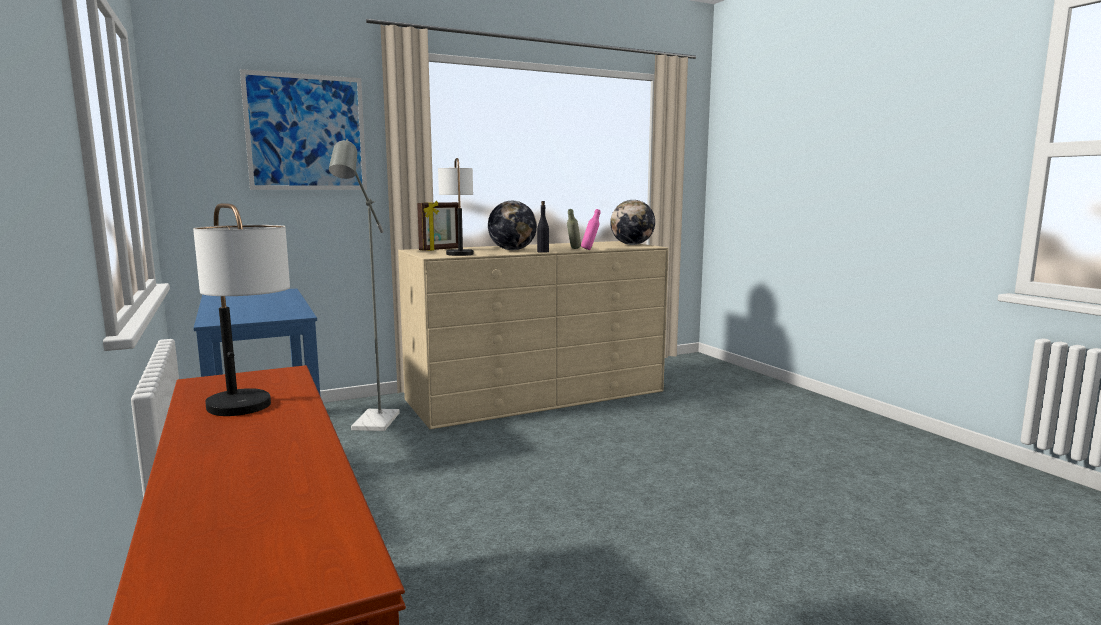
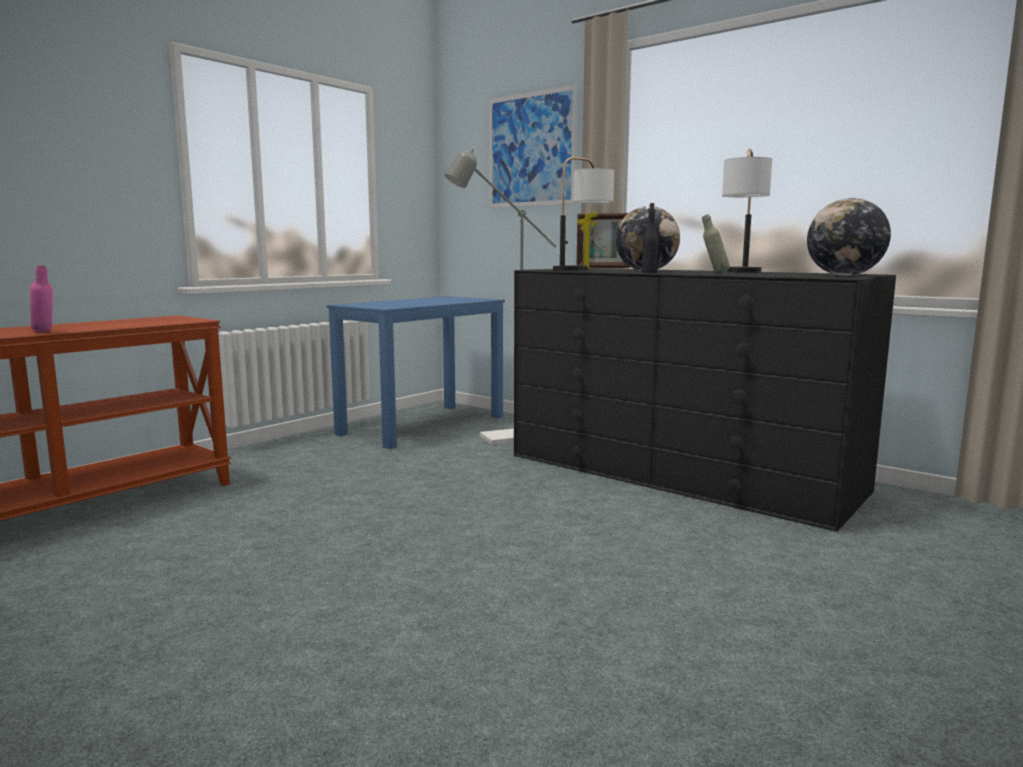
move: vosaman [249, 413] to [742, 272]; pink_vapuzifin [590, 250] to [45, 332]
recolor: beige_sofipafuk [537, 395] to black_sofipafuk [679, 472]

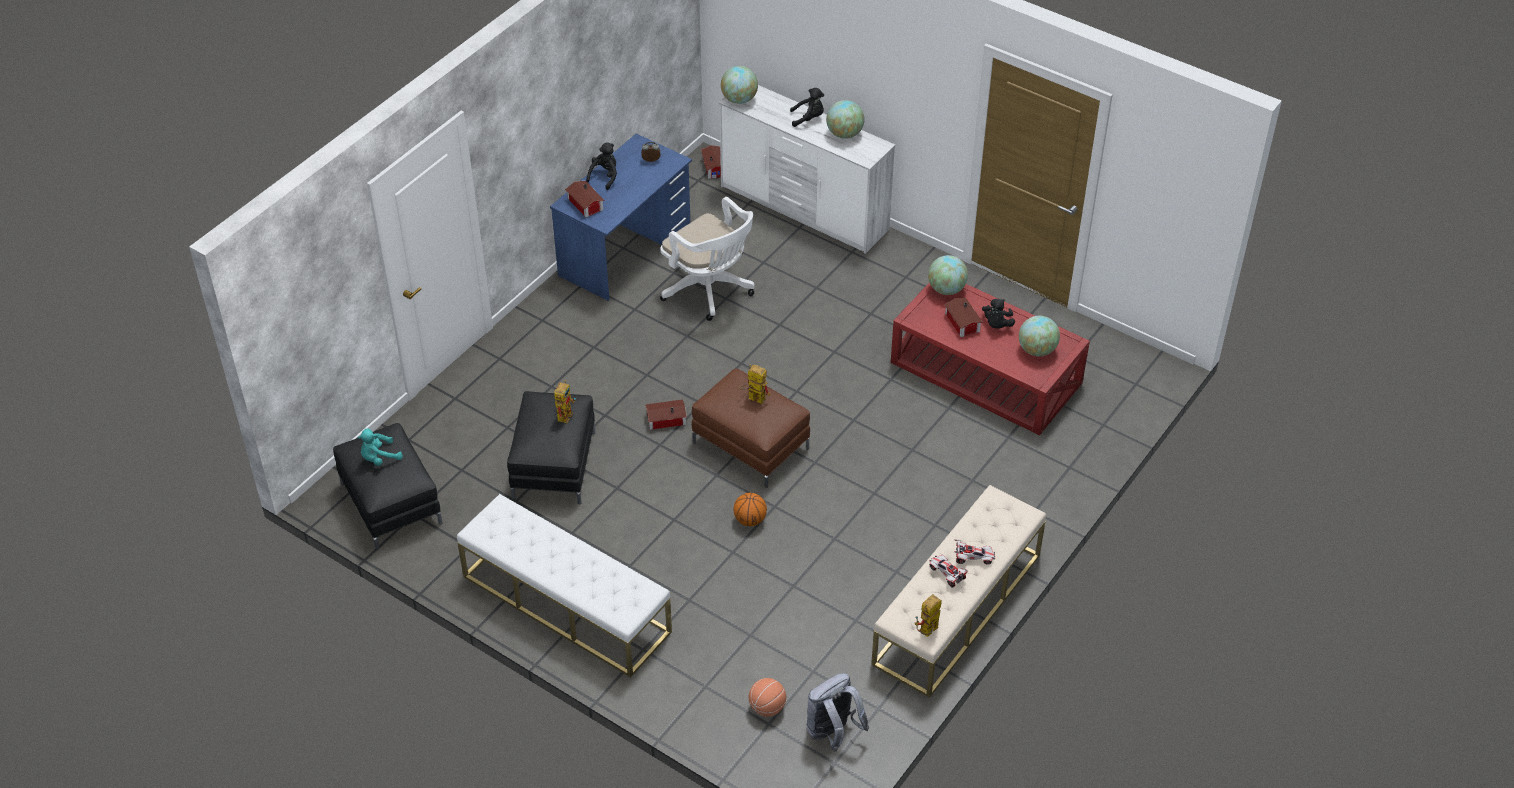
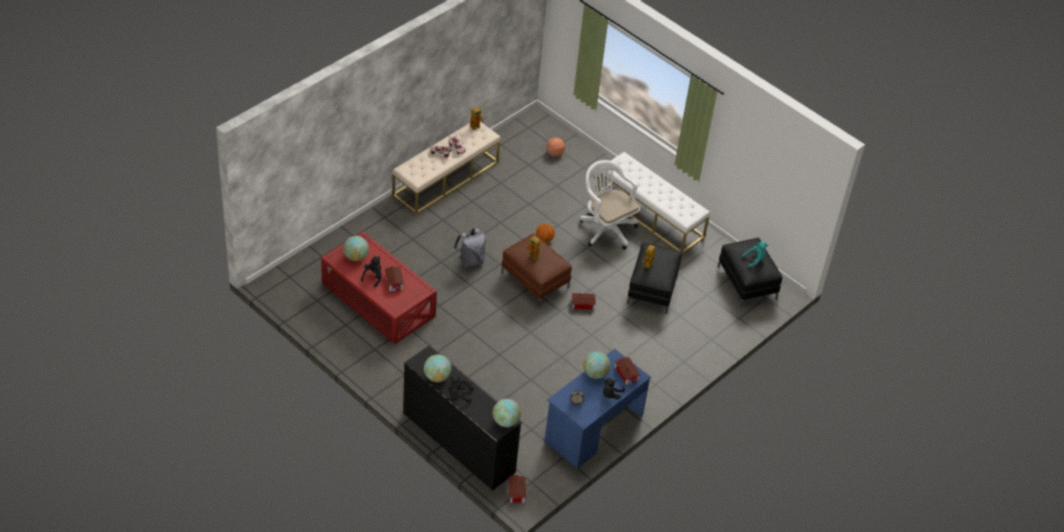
move: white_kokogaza [710, 290] to [606, 228]; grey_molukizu [832, 733] to [470, 261]; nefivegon [946, 289] to [595, 373]
recolor: white_sofipafuk [804, 209] to black_sofipafuk [458, 442]

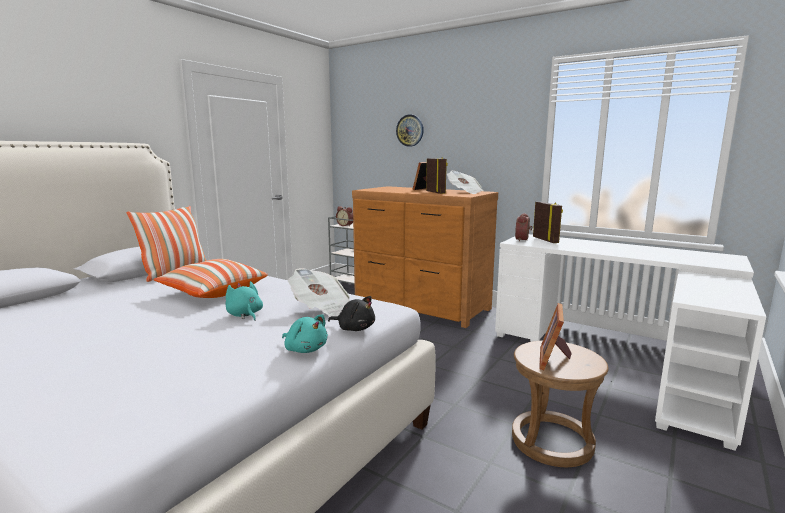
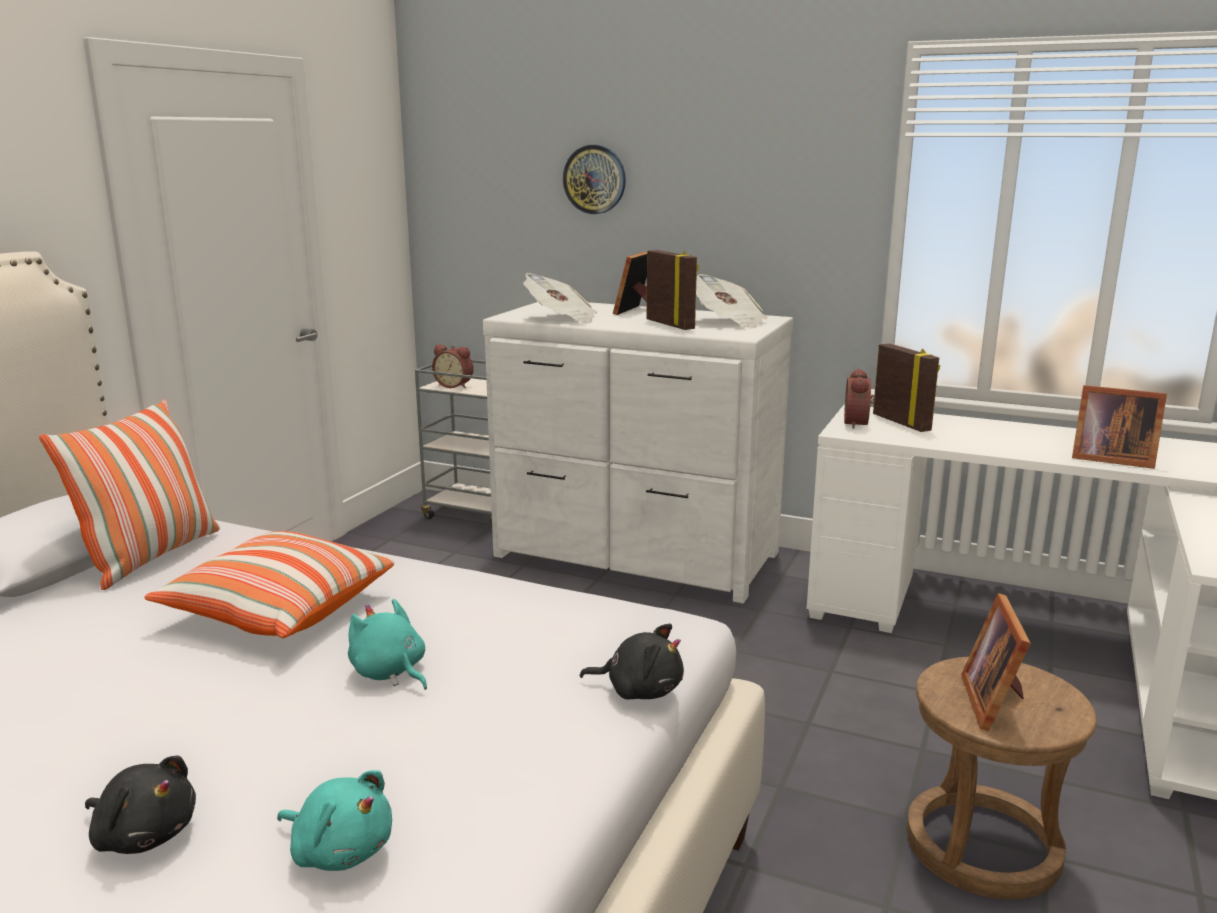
insert: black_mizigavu [144, 835]; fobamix [1109, 459]
move: turquoise_mizigavu [305, 349] to [340, 850]; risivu [321, 308] to [561, 319]
recolor: brown_sofipafuk [421, 306] to white_sofipafuk [635, 556]

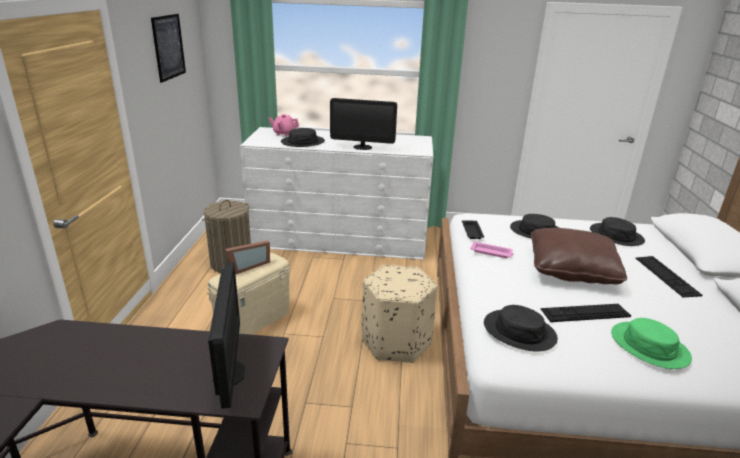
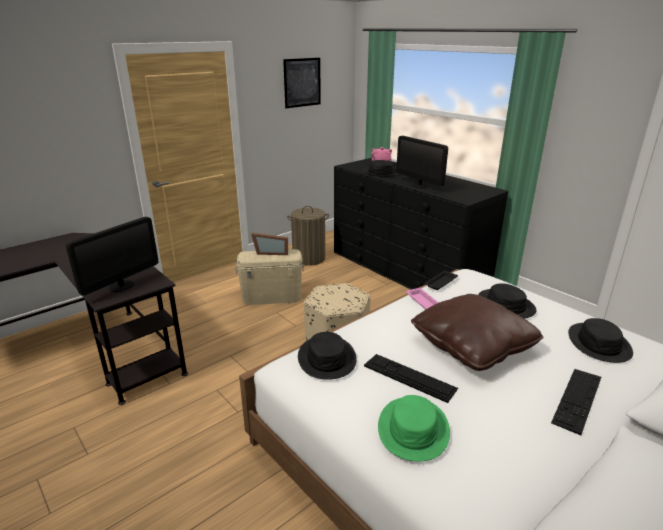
recolor: white_sofipafuk [340, 238] to black_sofipafuk [406, 269]

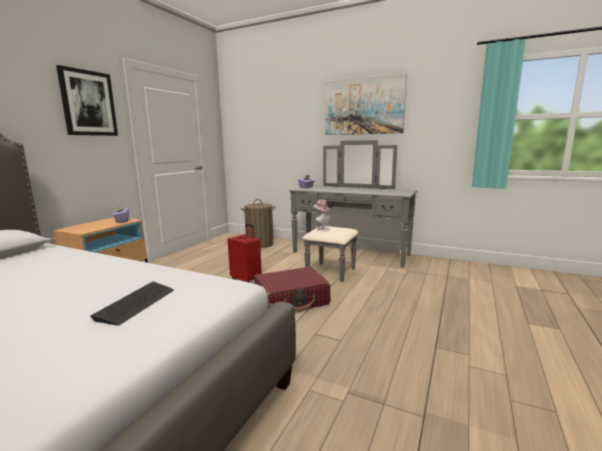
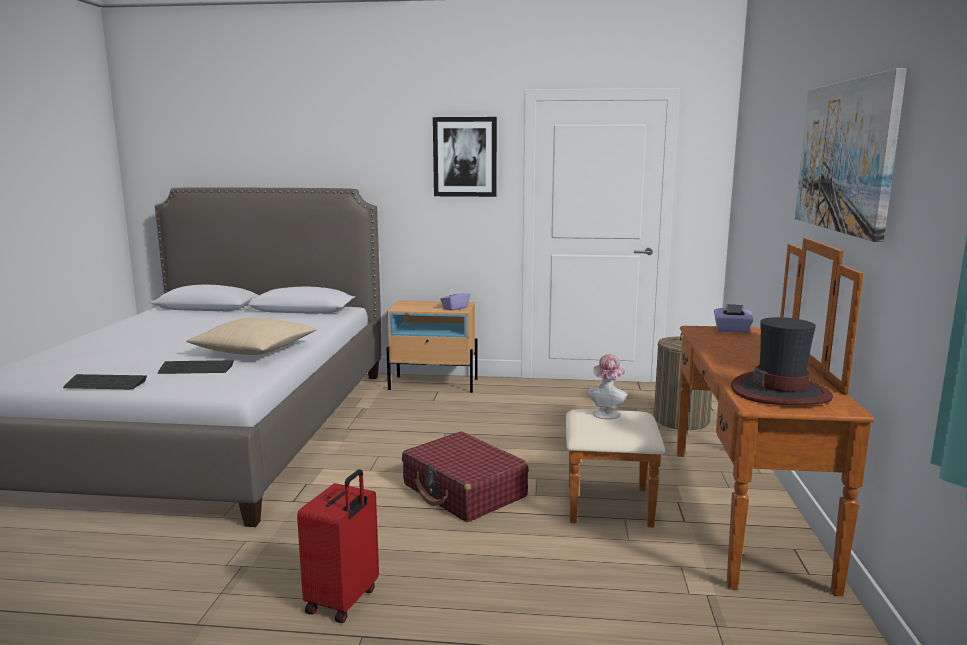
insert: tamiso [105, 384]; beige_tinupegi [255, 350]; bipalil [780, 392]
move: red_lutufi [247, 280] to [344, 601]
recolor: grey_sofipafuk [346, 257] to brown_sofipafuk [712, 511]

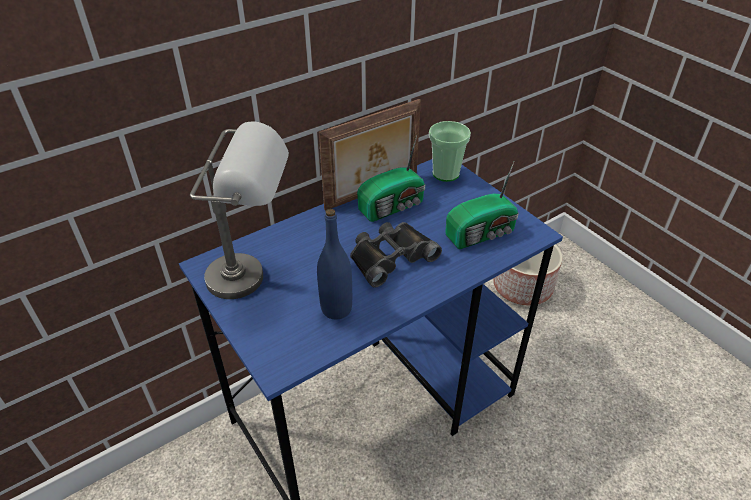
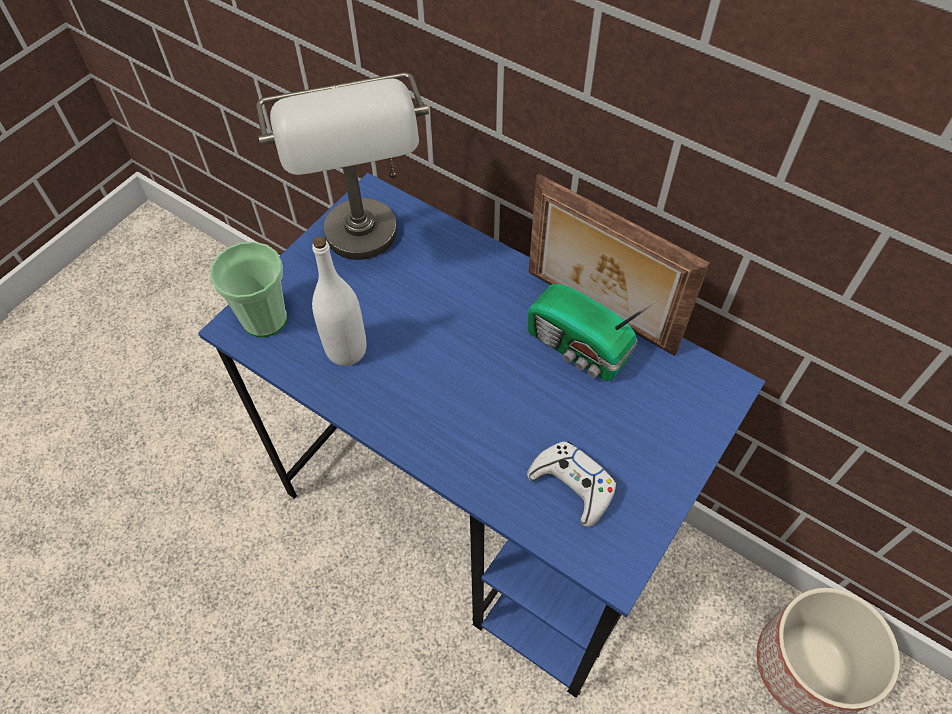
delete: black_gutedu [390, 256]
move: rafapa [445, 173] to [265, 319]
replace: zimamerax [482, 234] to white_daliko [572, 486]
recolor: blue_vapuzifin [336, 309] to white_vapuzifin [346, 350]

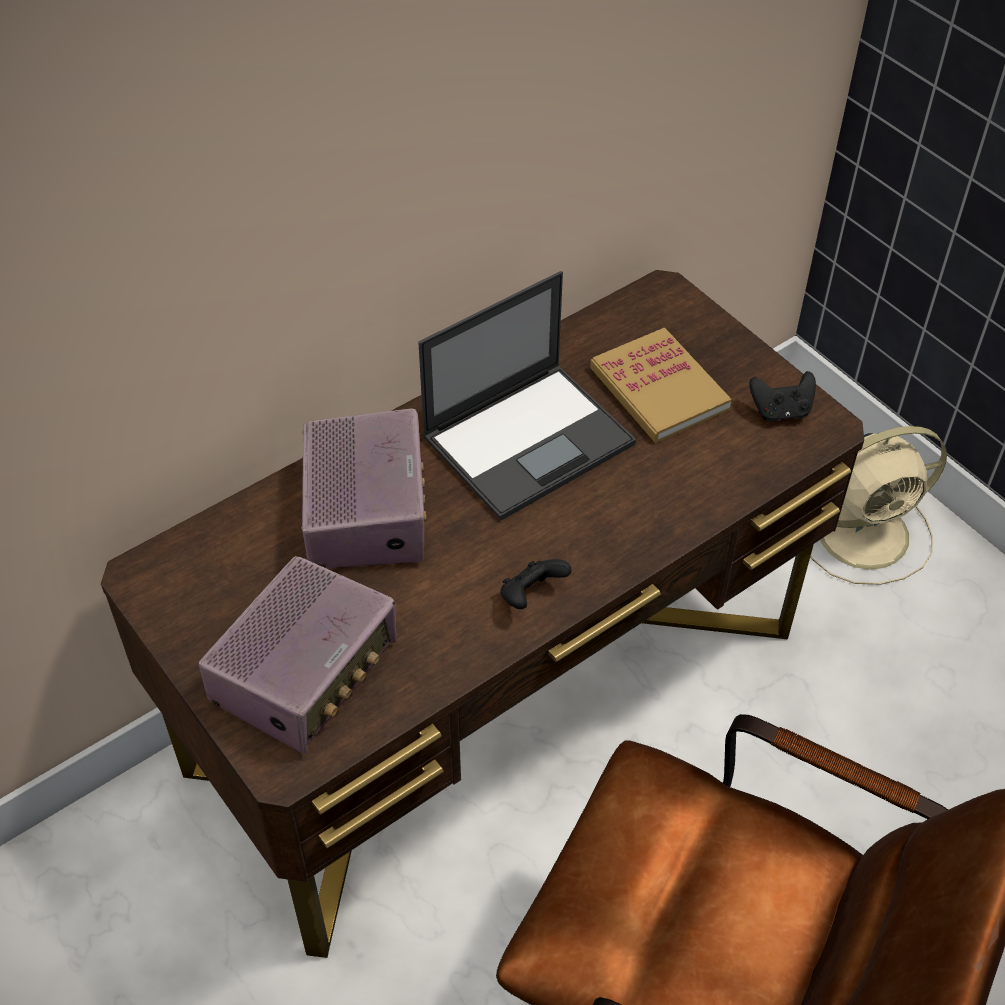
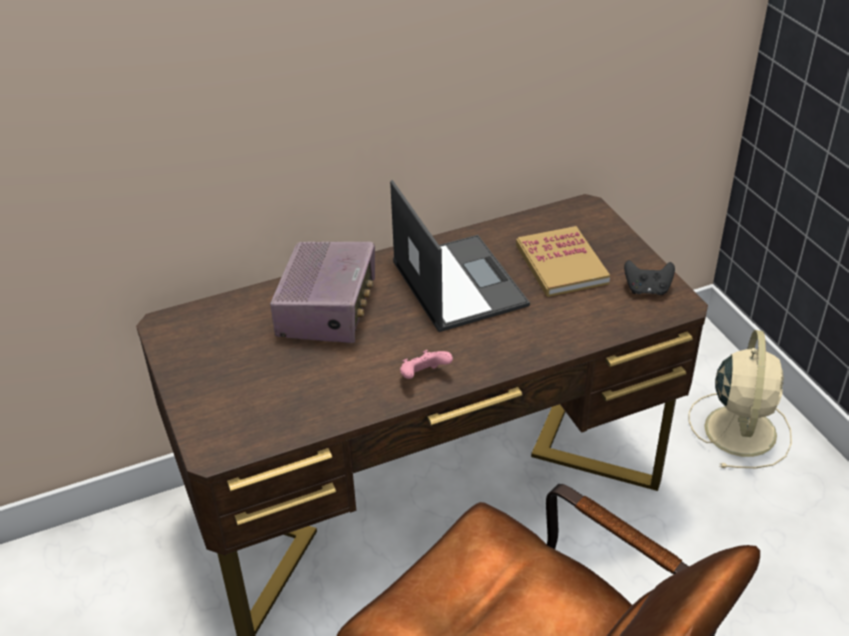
delete: zimamerax [306, 672]
recolor: black_daliko [531, 596] to pink_daliko [423, 377]
rotate: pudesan [530, 439] = [457, 282] 90 degrees counterclockwise; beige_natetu [867, 532] = [740, 428] 75 degrees counterclockwise

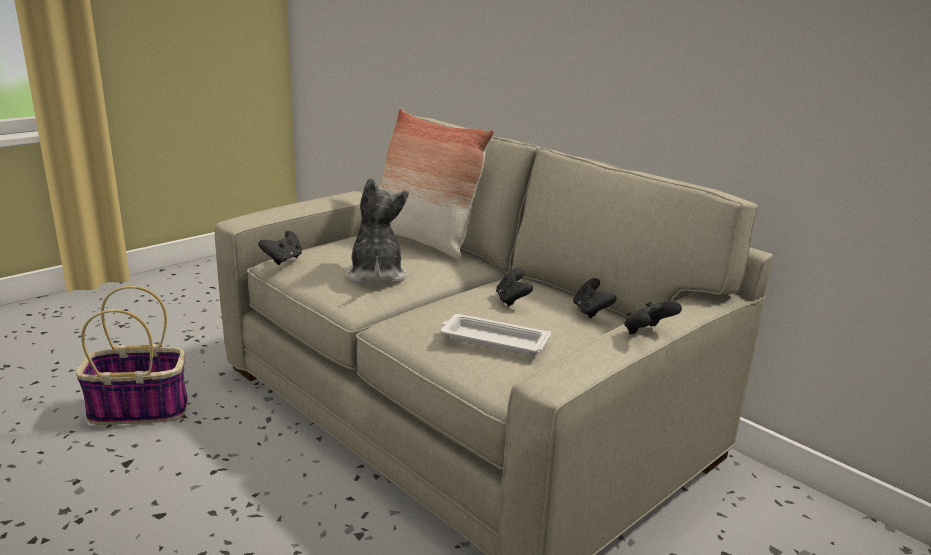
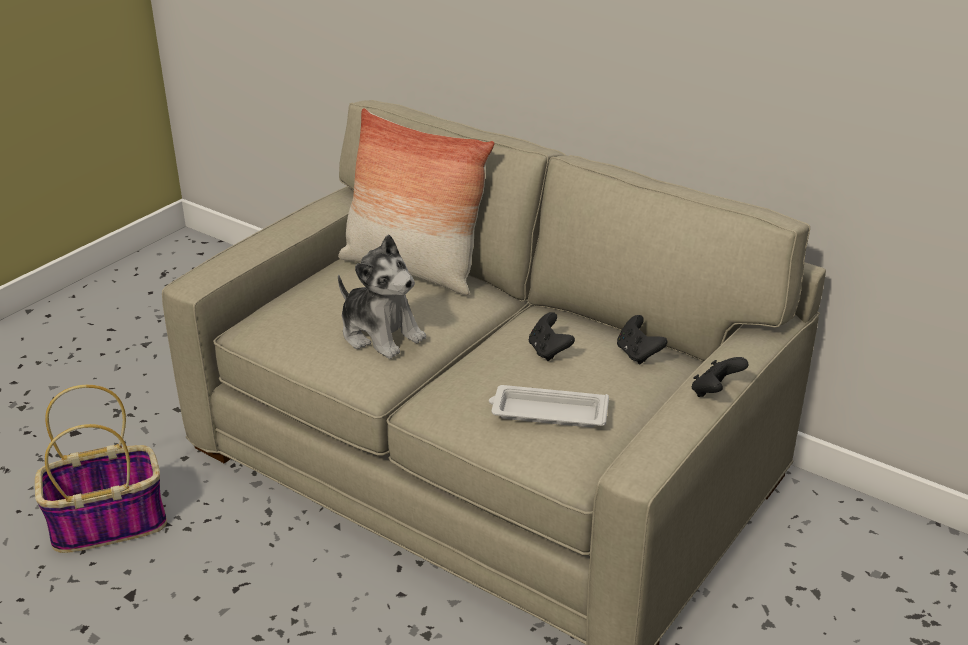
delete: black_daliko [283, 260]
rotate: mizigavu [376, 274] = [381, 334] 150 degrees clockwise

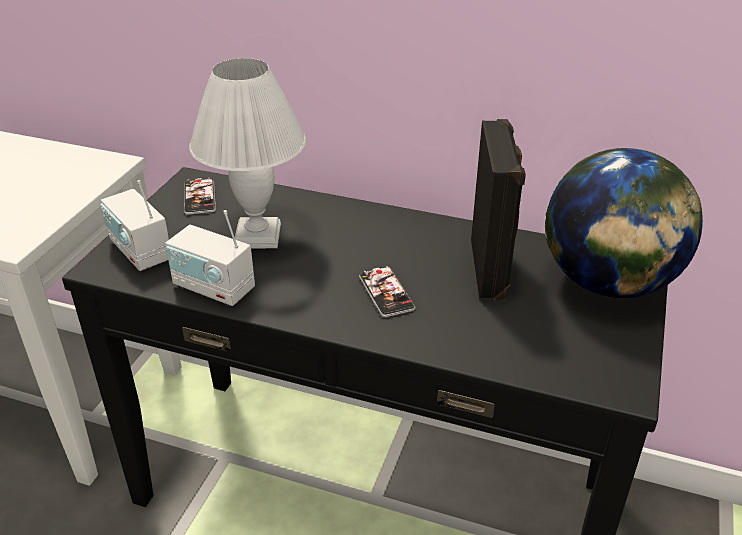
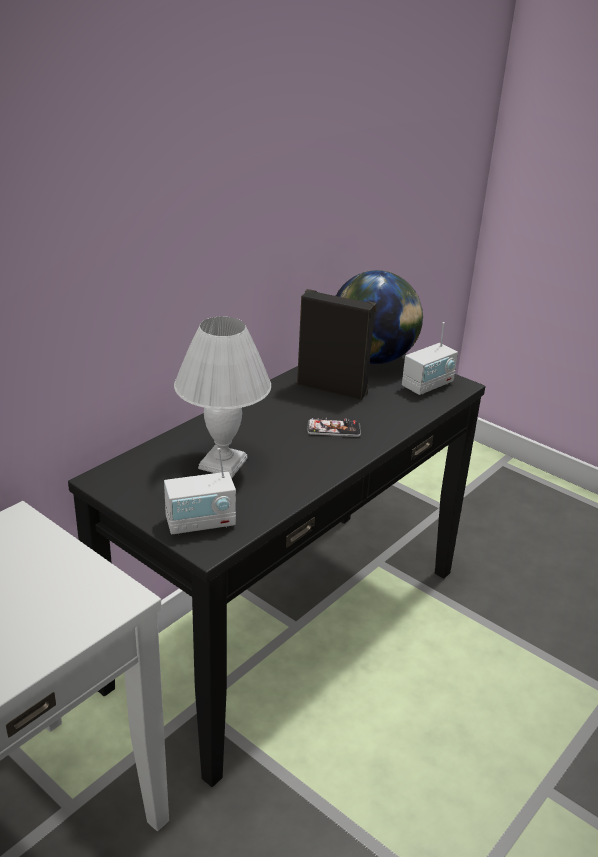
delete: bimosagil [199, 198]
move: zimamerax [214, 288] to [428, 385]

